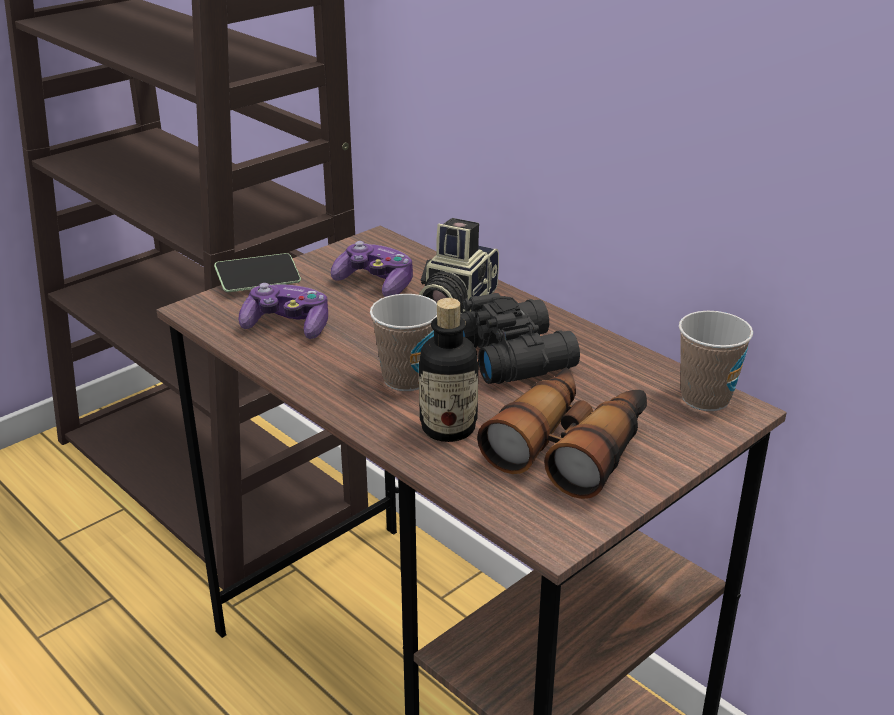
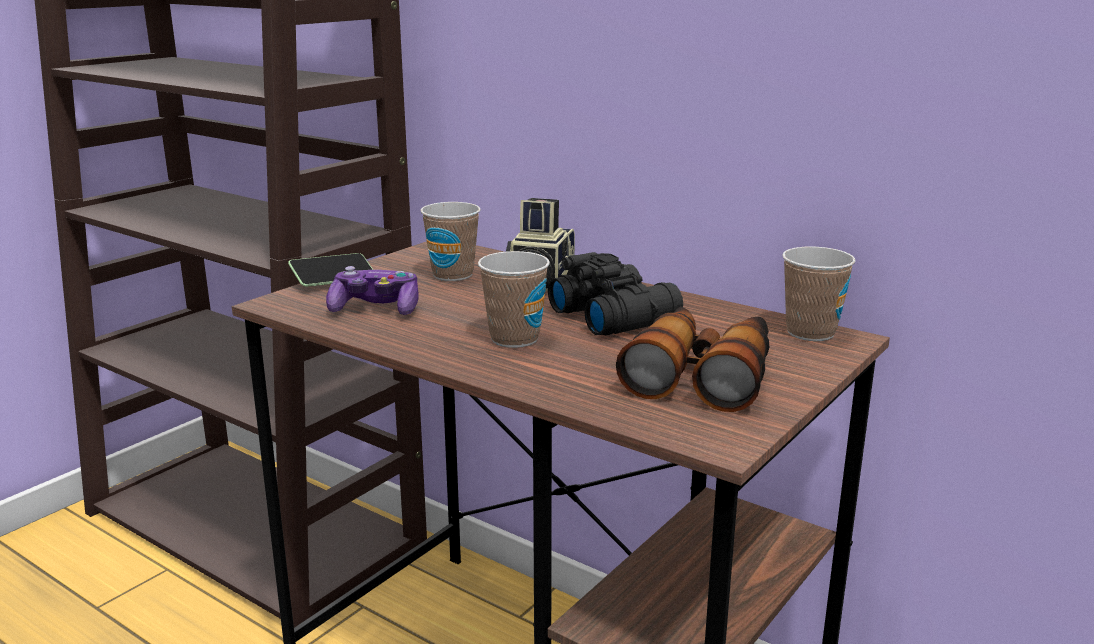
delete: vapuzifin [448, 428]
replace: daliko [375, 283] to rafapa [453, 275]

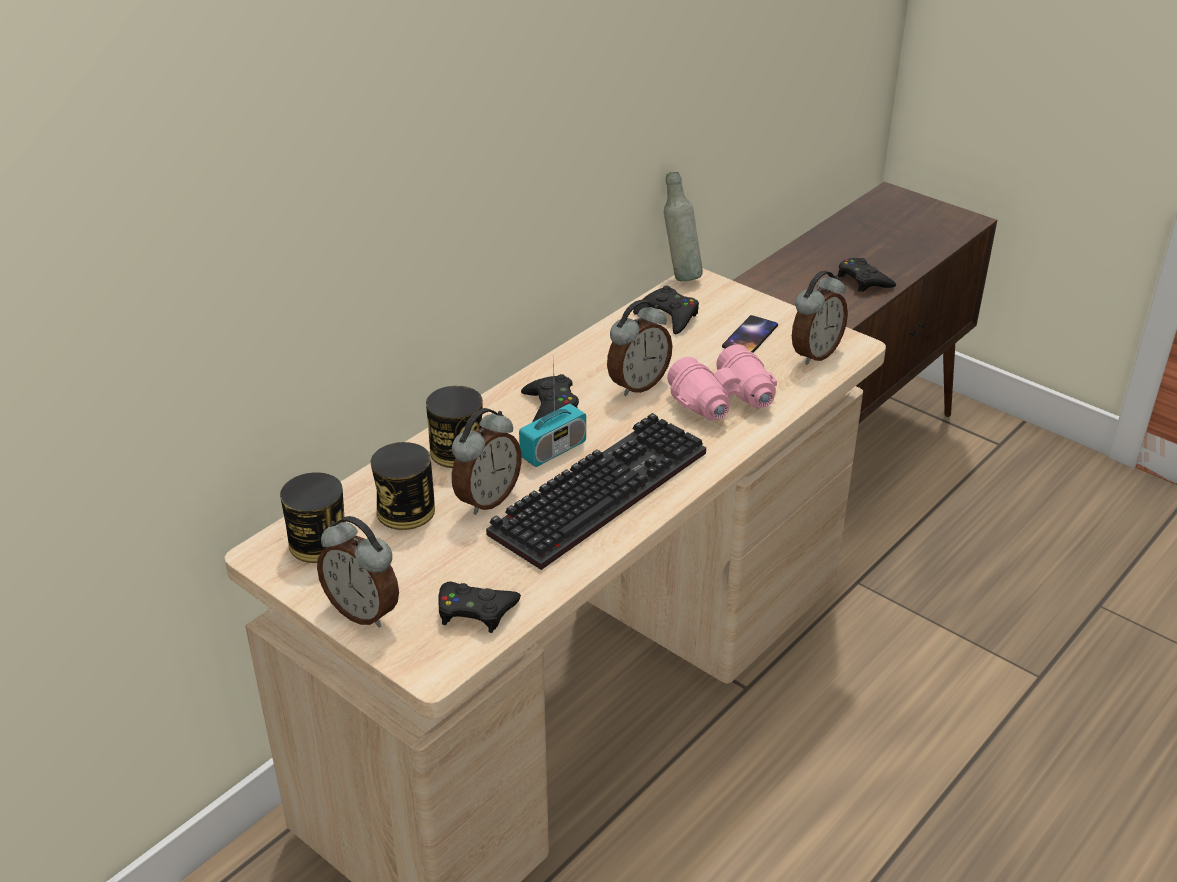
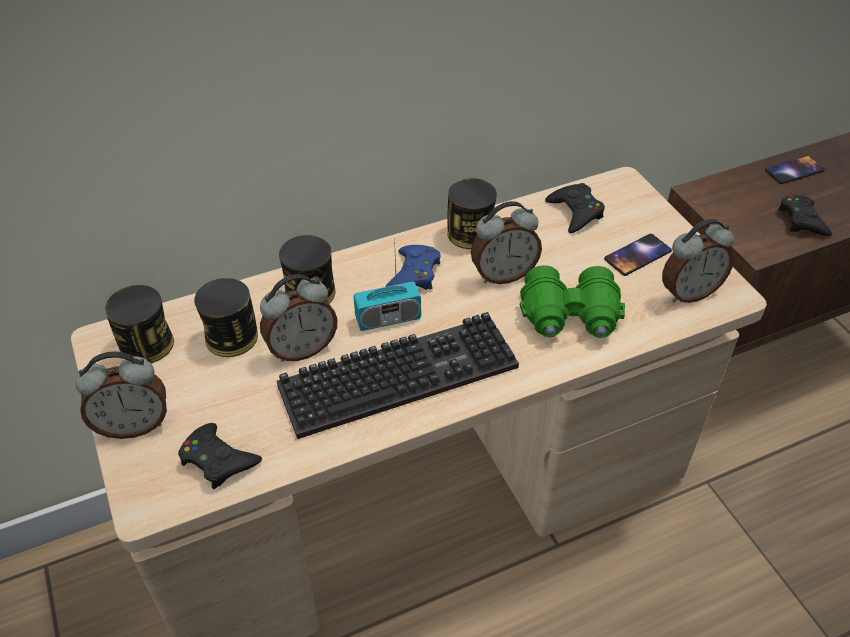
delete: grey_vapuzifin [680, 275]
insert: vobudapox [470, 233]; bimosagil [794, 170]
recolor: black_daliko [550, 407] to blue_daliko [414, 273]; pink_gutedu [724, 401] to green_gutedu [570, 317]
rotate: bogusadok [364, 611] = [134, 425] 75 degrees counterclockwise

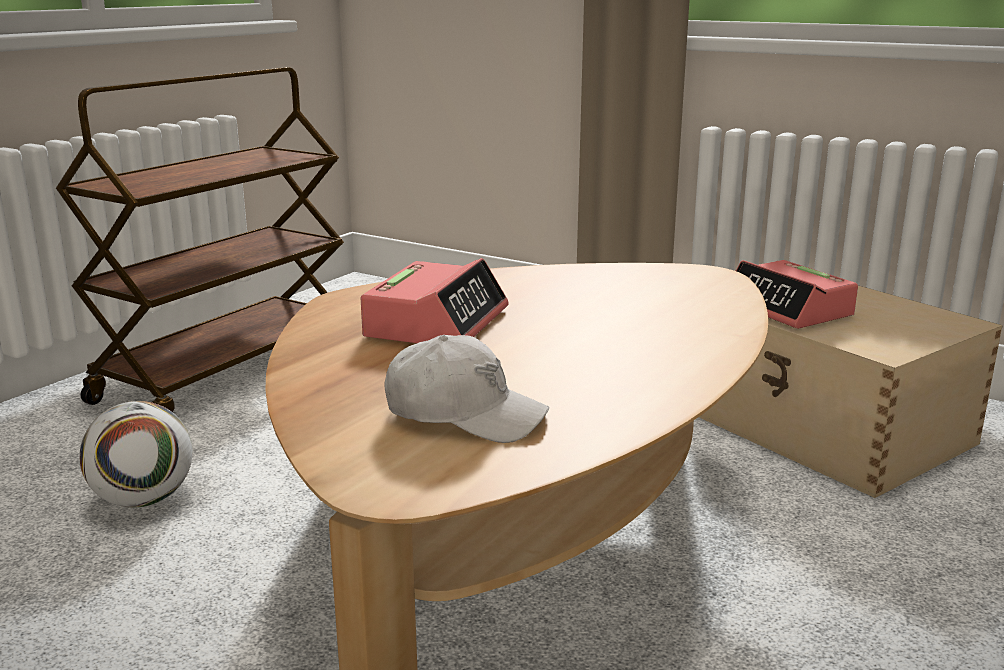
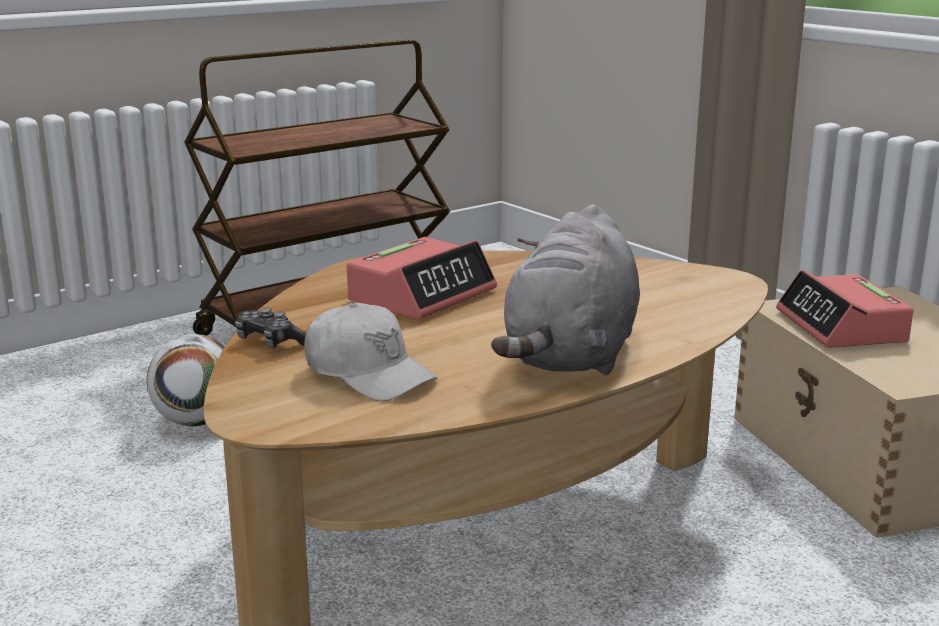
insert: daliko [270, 342]; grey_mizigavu [572, 356]

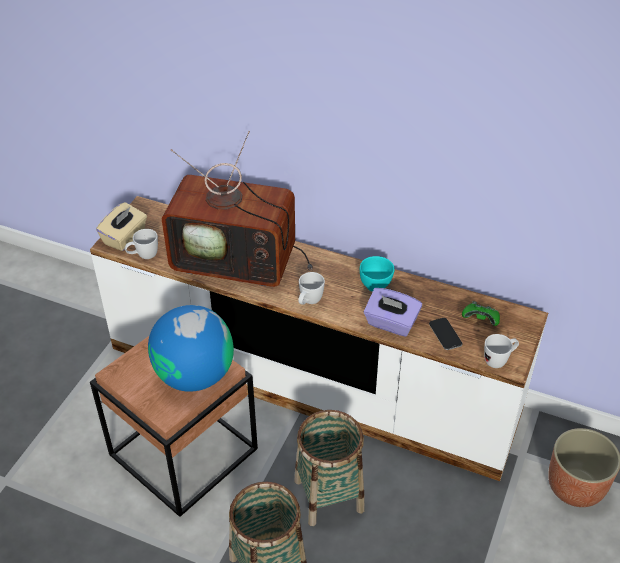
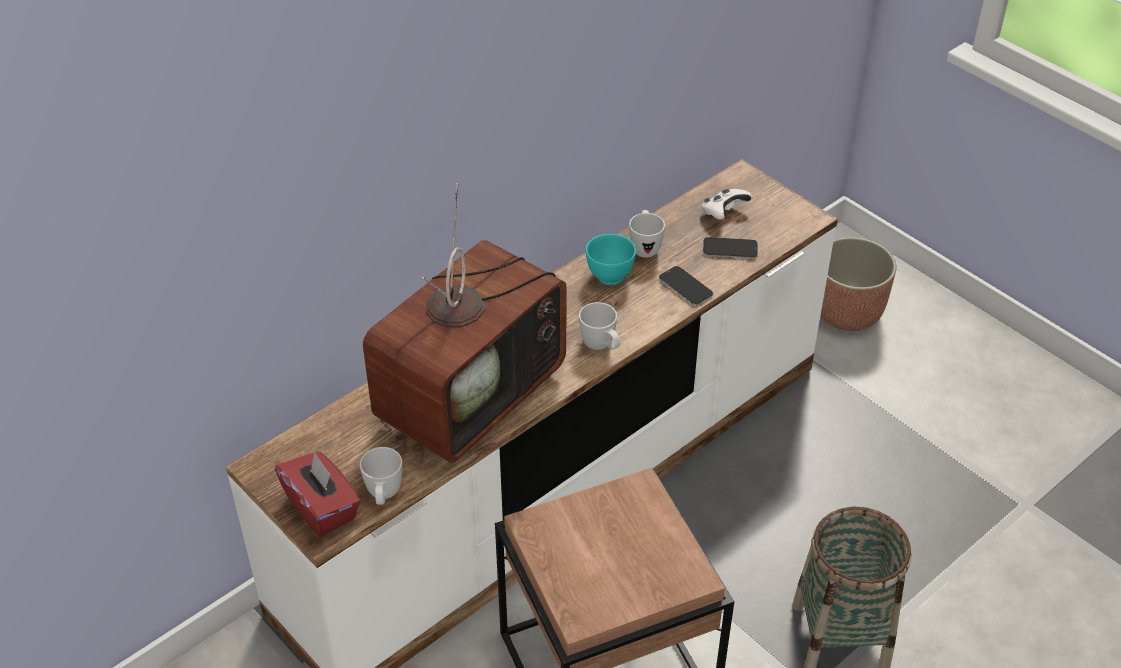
delete: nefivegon [194, 375]; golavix [329, 495]
move: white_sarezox [499, 360] to [645, 247]
replace: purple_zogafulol [391, 323] to bimosagil [685, 287]
recolor: beige_zogafulol [125, 238] to red_zogafulol [322, 508]; green_daliko [480, 320] to white_daliko [724, 212]

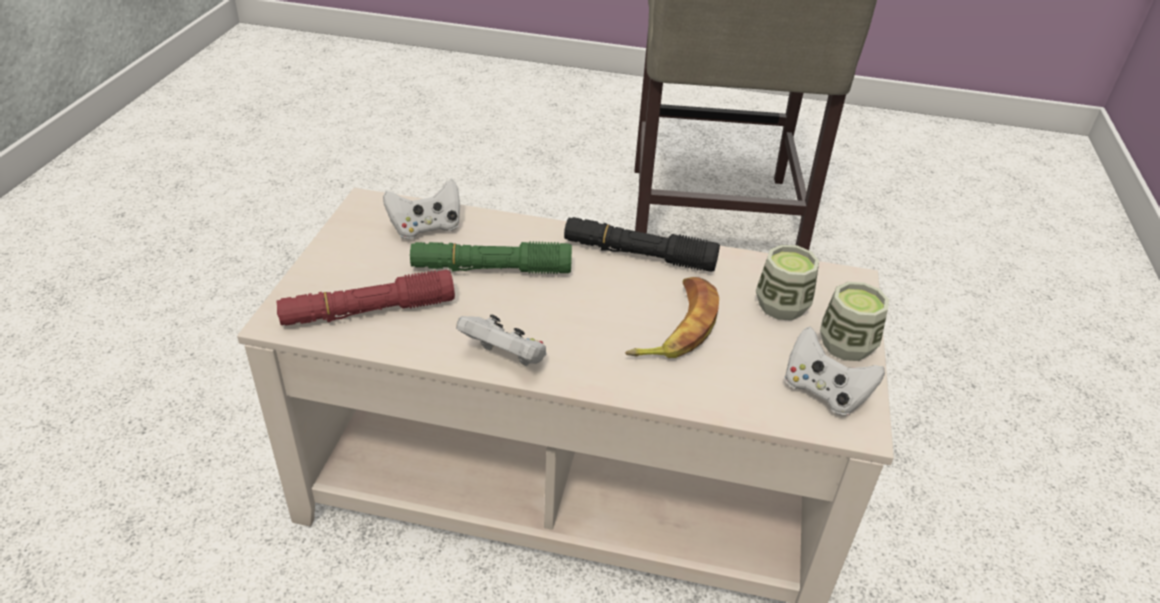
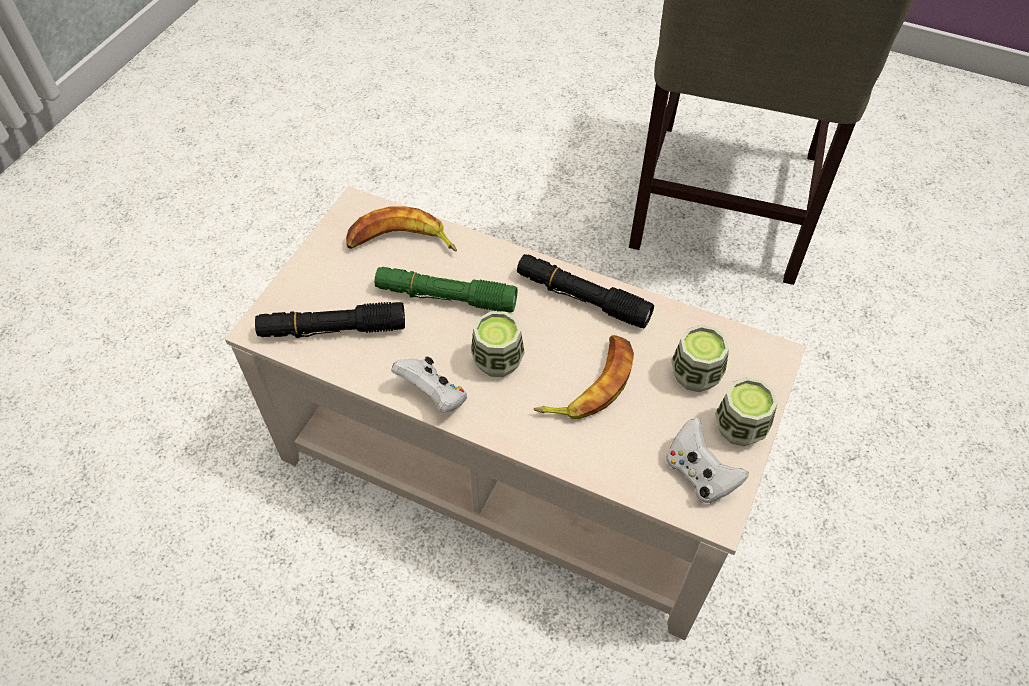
insert: rafapa [498, 360]
replace: white_daliko [426, 228] to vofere [400, 242]
recolor: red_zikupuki [368, 311] to black_zikupuki [332, 329]

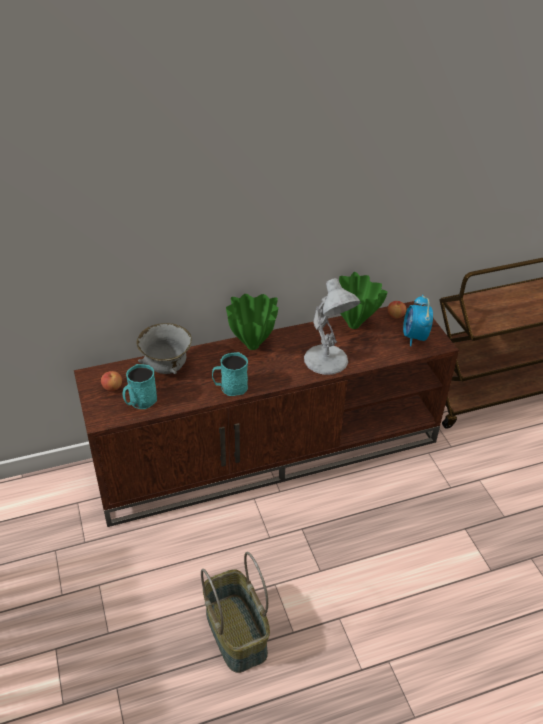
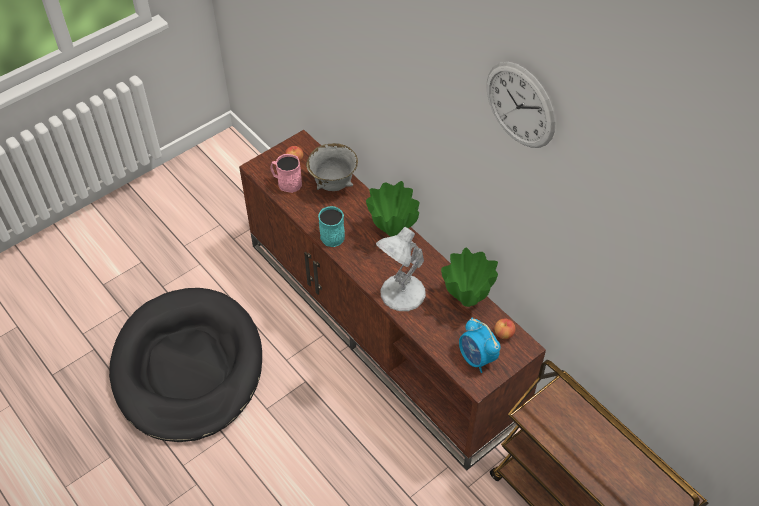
insert: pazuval [520, 105]
replace: golavix [237, 633] to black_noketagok [188, 367]
recolor: turquoise_sarezox [140, 401] to pink_sarezox [286, 183]
rotate: bogusadok [414, 337] = [476, 358] 105 degrees counterclockwise

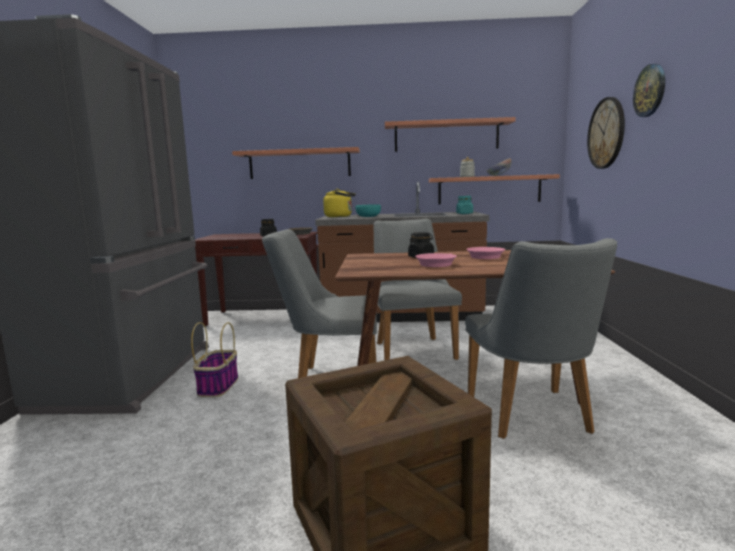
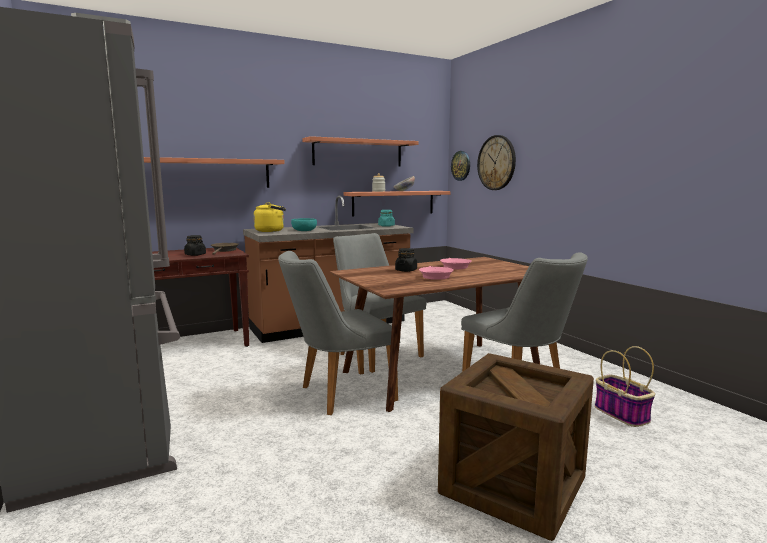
move: golavix [218, 386] to [620, 413]; pazuval [650, 90] to [461, 165]

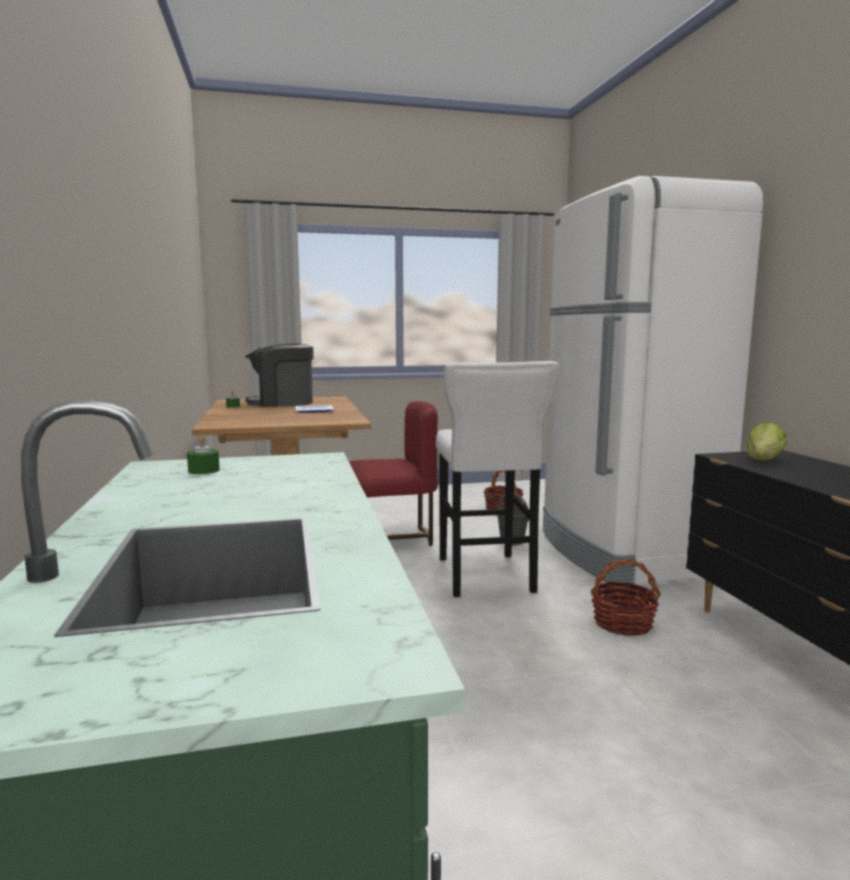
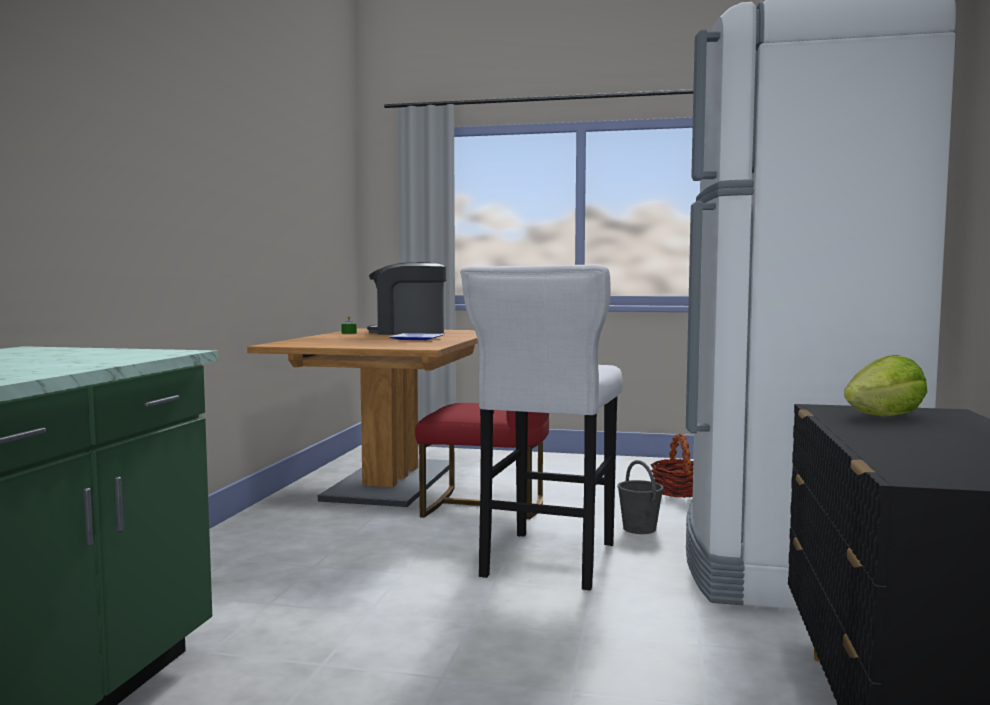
delete: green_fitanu [204, 471]; golavix [622, 623]

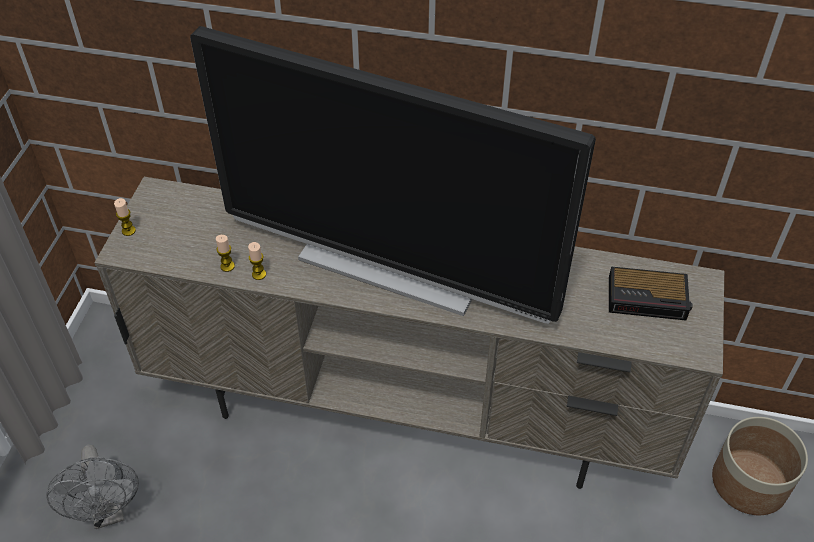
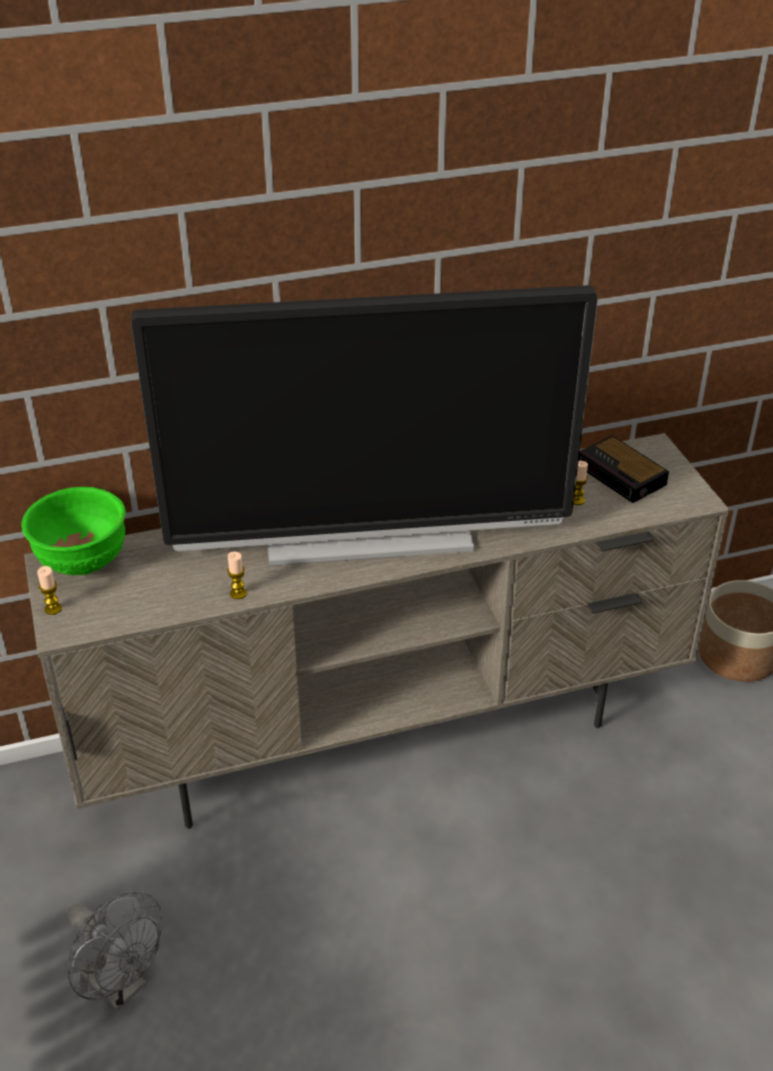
insert: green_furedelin [82, 562]
move: fitanu [227, 266] to [577, 500]
rotate: bogusadok [648, 298] = [622, 476] 75 degrees clockwise

